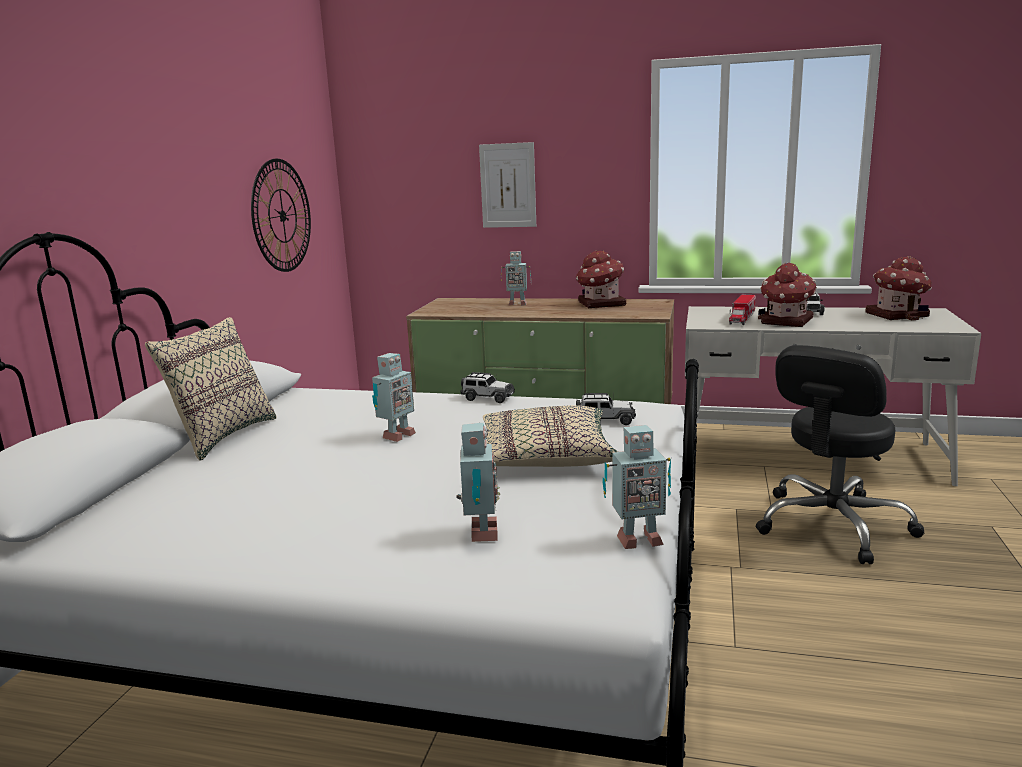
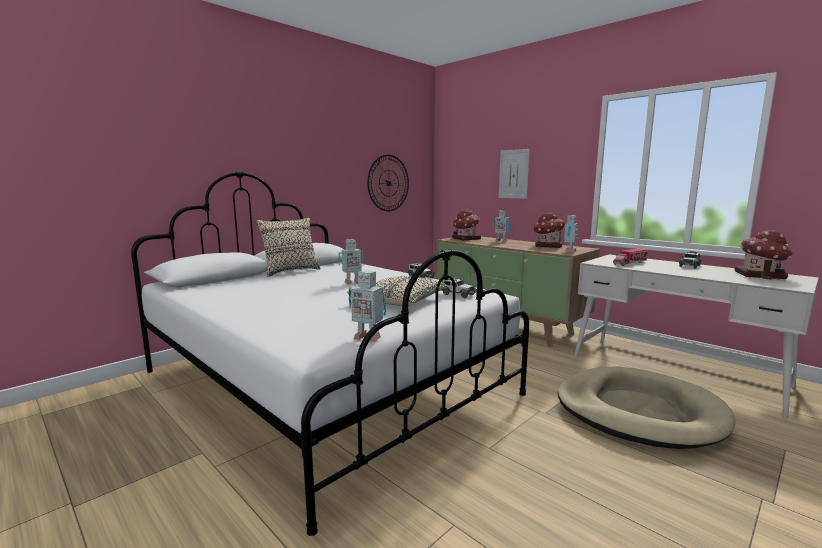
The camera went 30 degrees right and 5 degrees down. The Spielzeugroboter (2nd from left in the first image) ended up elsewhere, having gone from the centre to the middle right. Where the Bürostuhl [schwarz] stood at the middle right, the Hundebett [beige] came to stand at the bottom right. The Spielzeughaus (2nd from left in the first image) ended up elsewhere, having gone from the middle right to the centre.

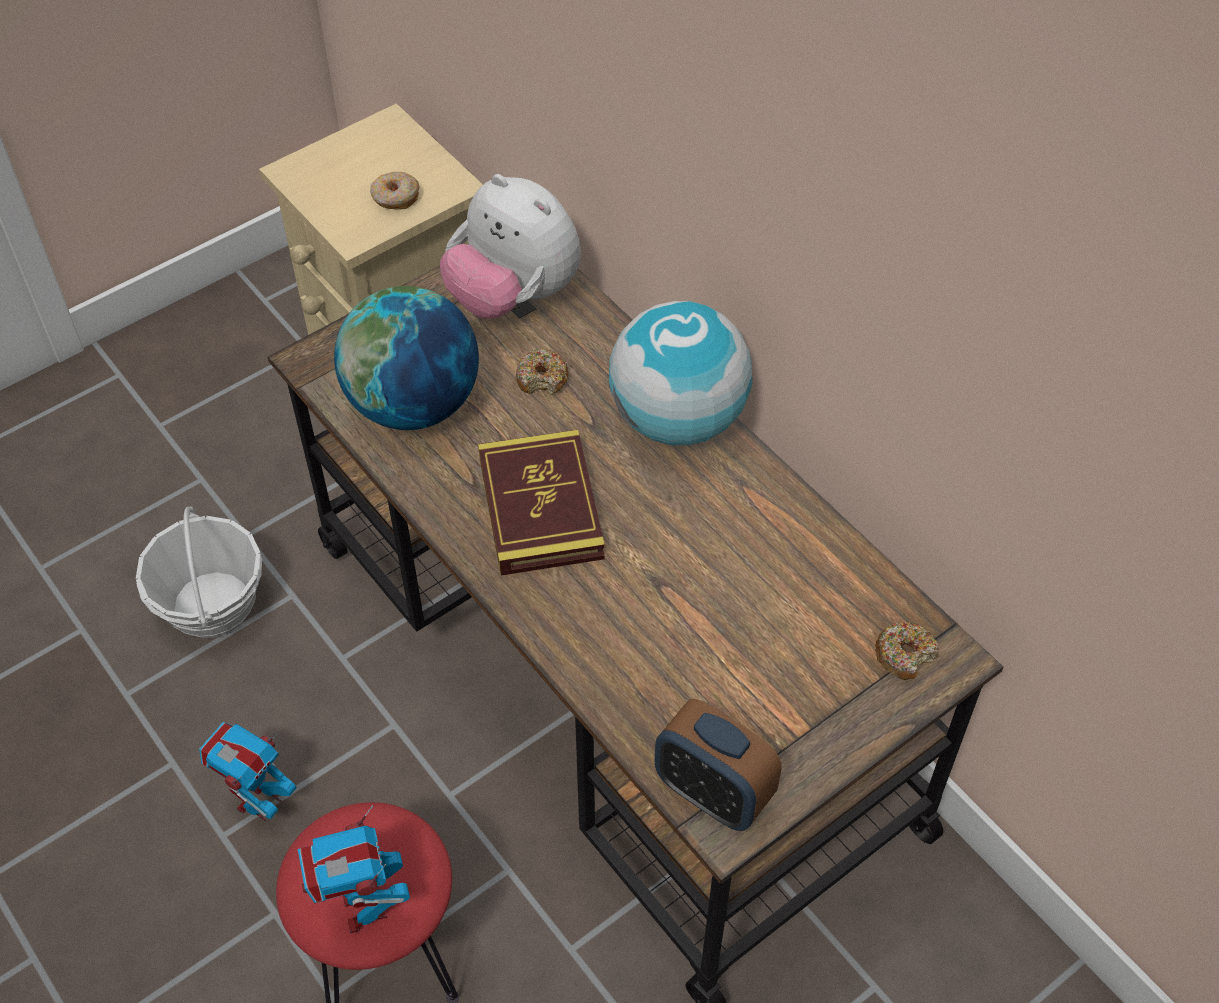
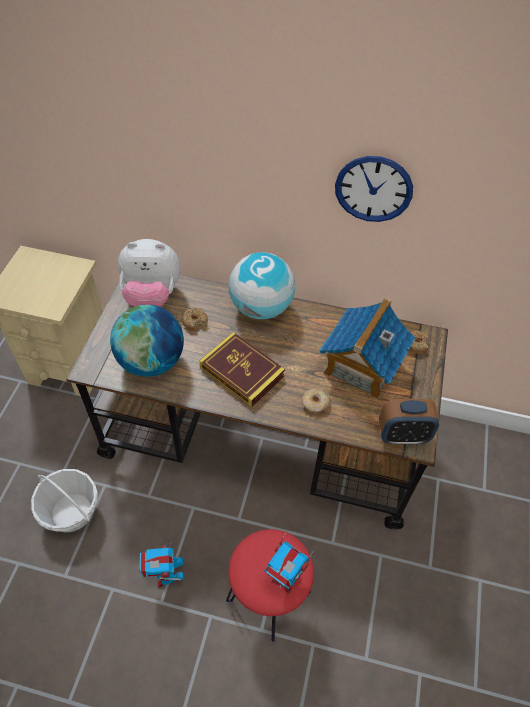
The camera went 40 degrees left and 0 degrees up. The Donut (1st from left in the first image) ended up elsewhere, having gone from the top left to the centre. The second view gained the Spielzeughaus at the middle right. The second view gained the Wanduhr at the top right.

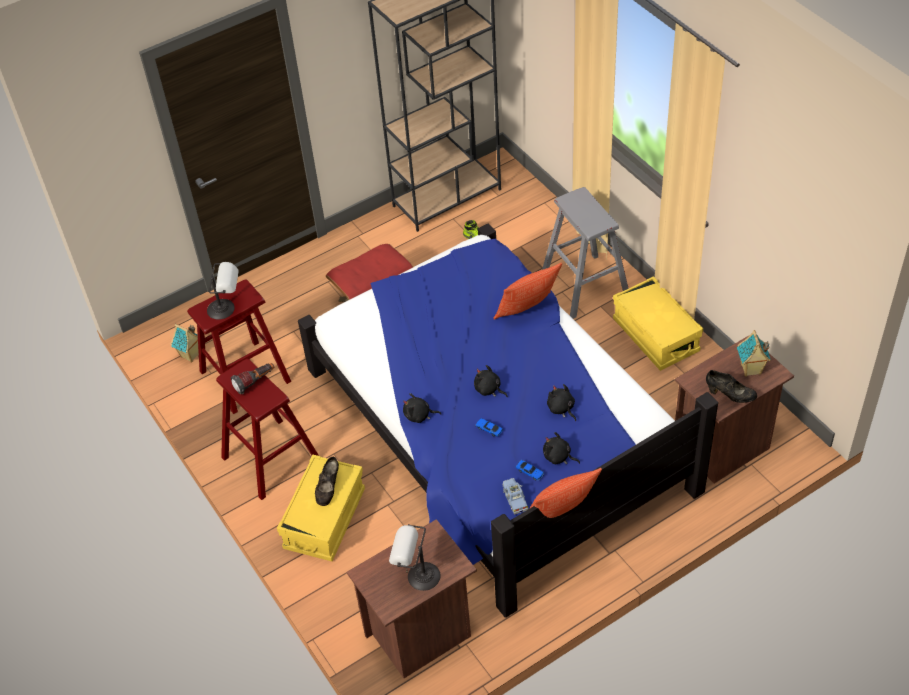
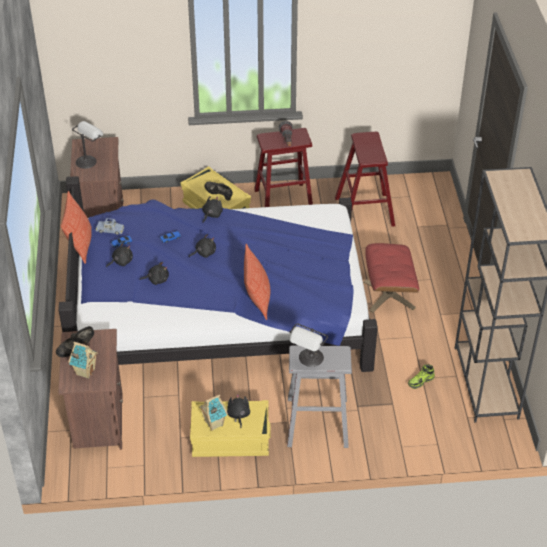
The camera went 115 degrees right and 5 degrees down. The Spielzeughaus (1st from left in the first image) ended up elsewhere, having gone from the middle left to the bottom centre. The Tischlampe (1st from left in the first image) ended up elsewhere, having gone from the middle left to the centre. The second view gained the Plüschtier [schwarz] (5th from left) at the bottom centre.

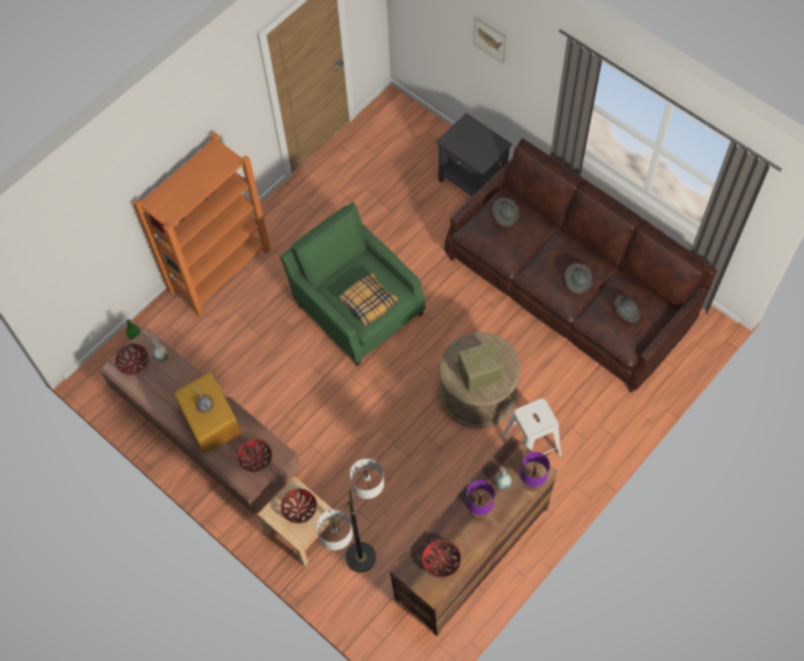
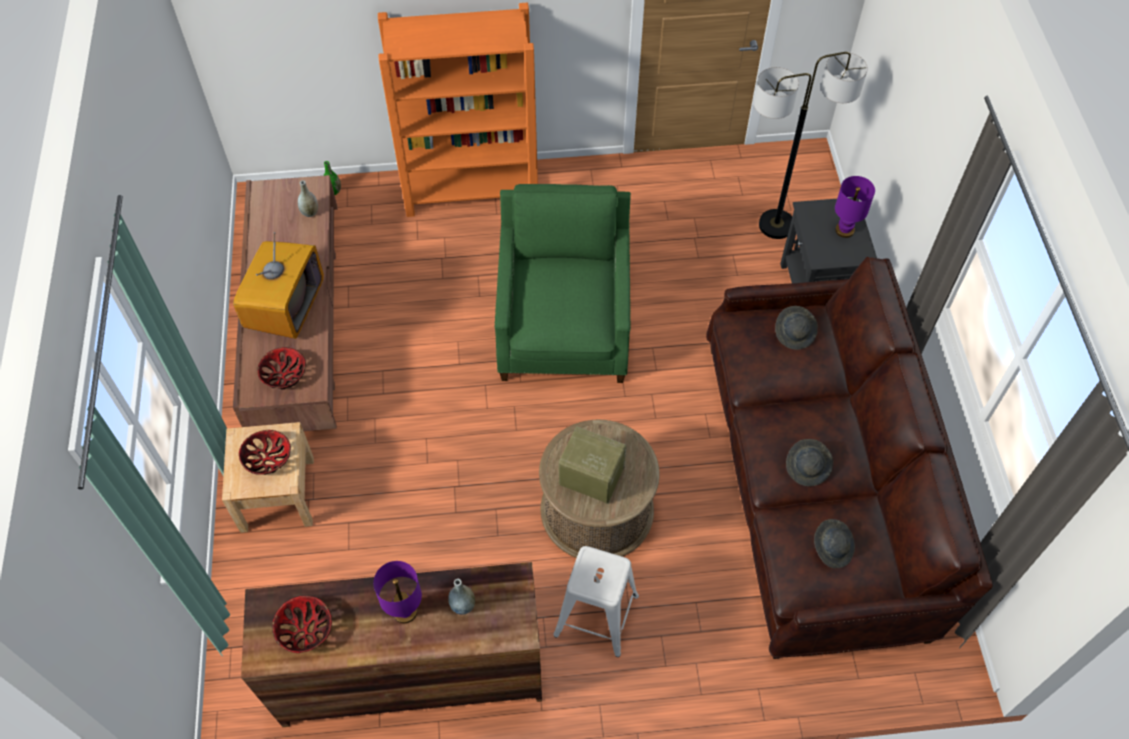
The camera went 40 degrees right and 5 degrees down. The second view lost the Schüssel (1st from left) at the middle left. The Stehlampe ended up elsewhere, having gone from the bottom centre to the top right. The second view lost the Kissen at the centre. The second view lost the Bild at the top centre. The Tischlampe [lila] (2nd from left) ended up elsewhere, having gone from the bottom centre to the top right.

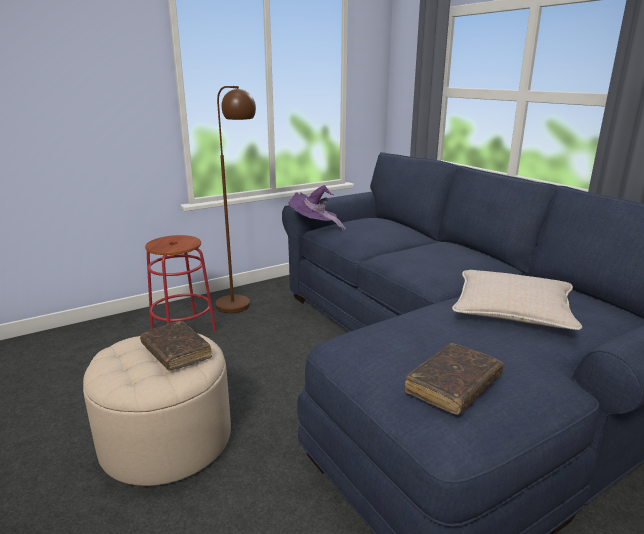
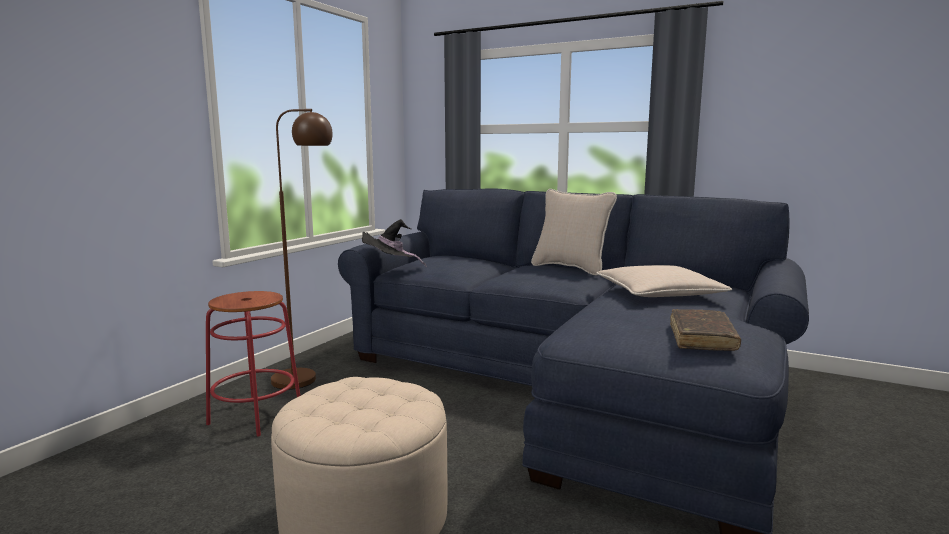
The camera went 30 degrees left and 10 degrees down. The second view lost the Buch [braun] (1st from left) at the middle left. What was the Hut [lila] at the centre turned into the Hut [schwarz] at the centre. The second view gained the Kissen [beige] (1st from left) at the centre.

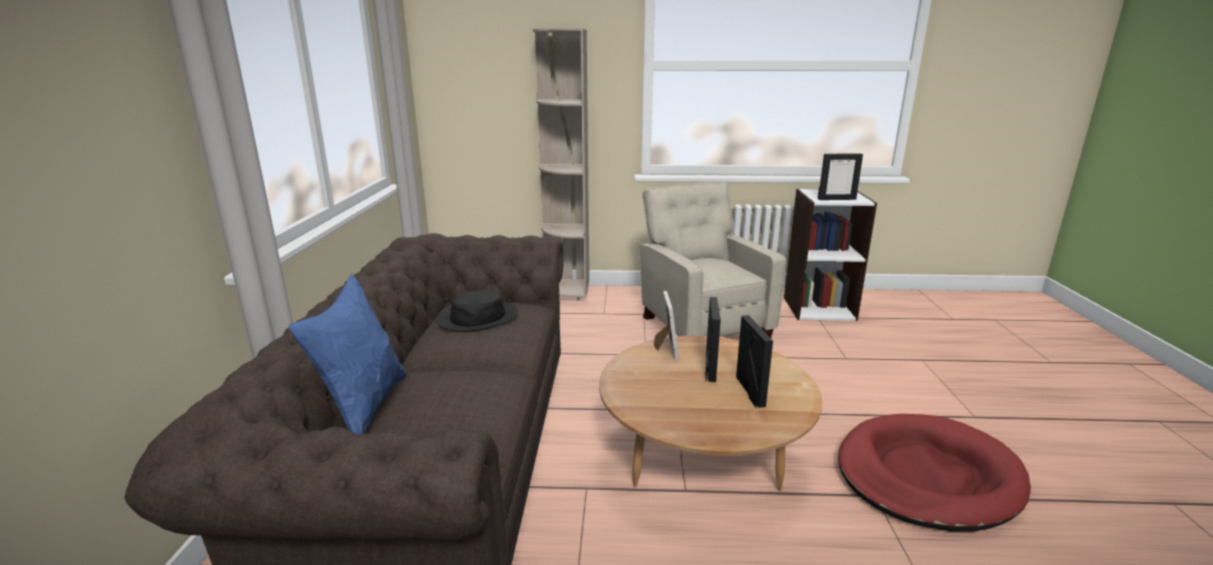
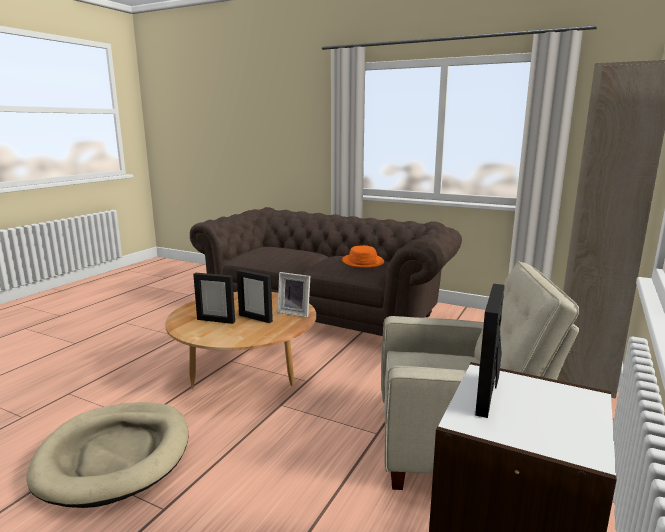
The camera went 115 degrees right and 5 degrees down. The second view lost the Kissen [blau] at the middle left. What was the Hut [schwarz] at the centre turned into the Hut [orange] at the centre. What was the Hundebett [rot] at the bottom right turned into the Hundebett [beige] at the bottom left.

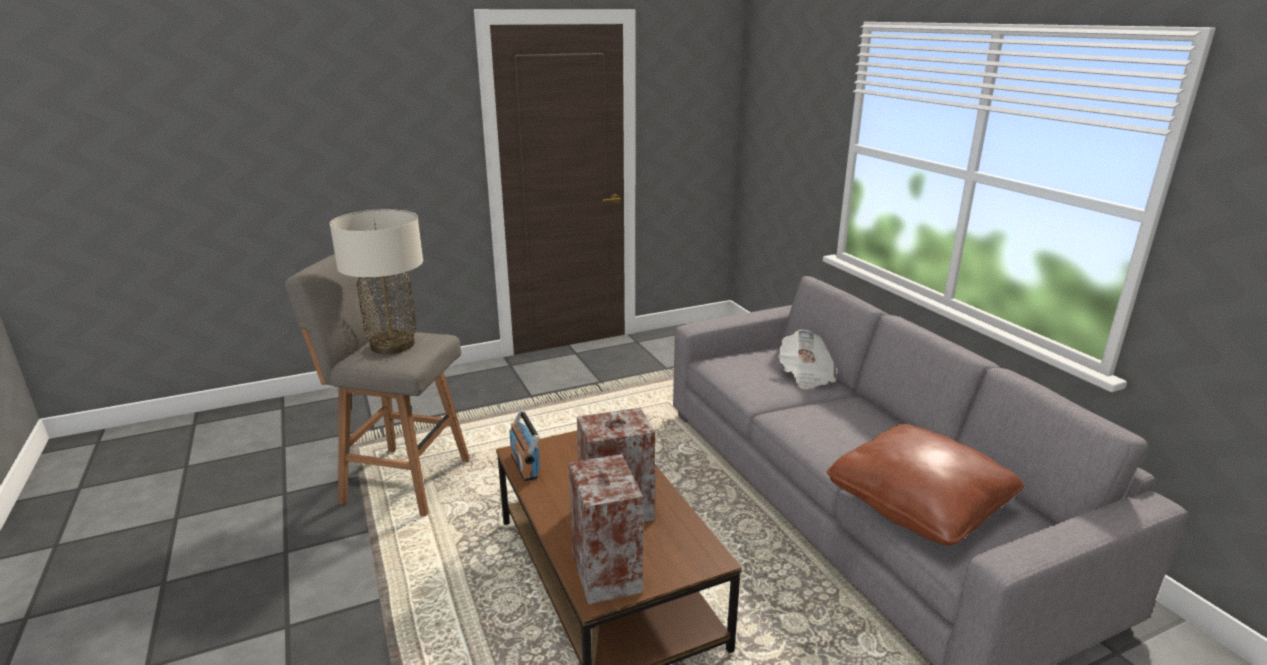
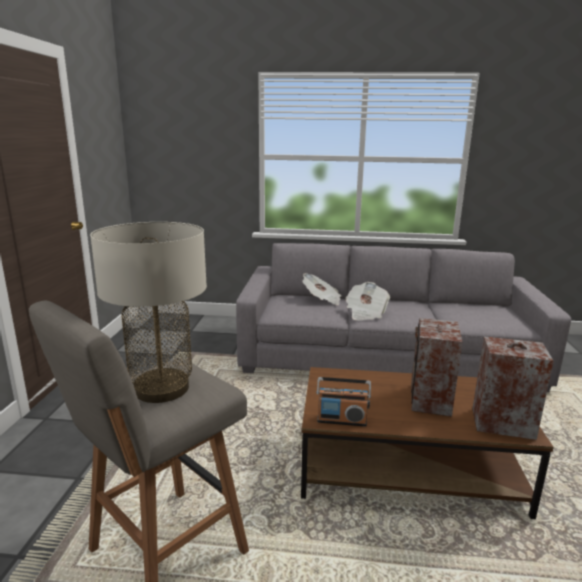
The camera went 60 degrees left and 5 degrees down. The second view lost the Kissen [braun] at the bottom right. The second view gained the Zeitung (2nd from left) at the centre.

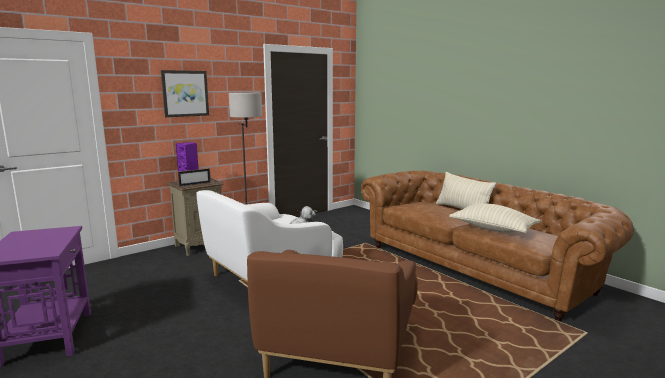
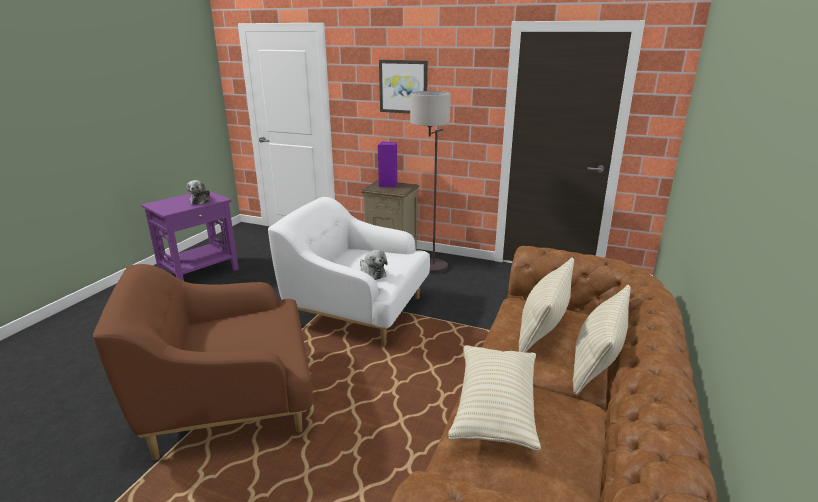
The camera went 60 degrees right and 10 degrees up. The second view lost the Bilderrahmen at the middle left. The second view gained the Plüschtier (1st from left) at the middle left. The second view gained the Kissen [beige] (2nd from left) at the middle right.

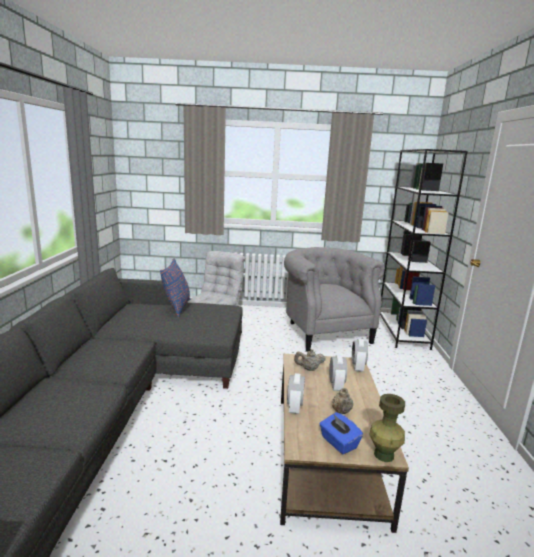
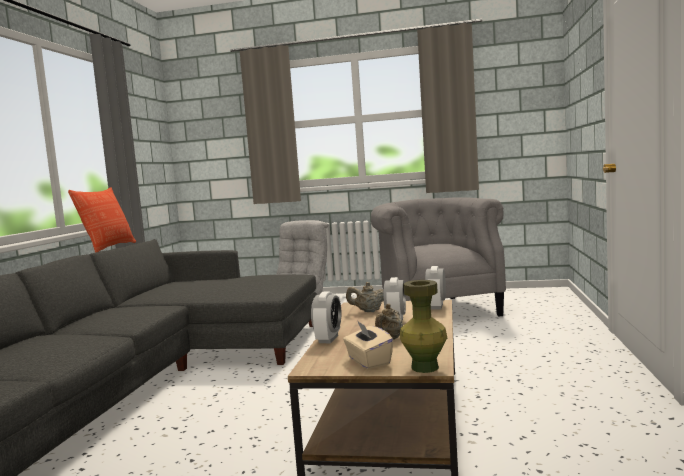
The camera went 10 degrees right and 10 degrees down. The second view lost the Kissen [blau] at the middle left. What was the Taschentuchbox [blau] at the bottom centre turned into the Taschentuchbox [beige] at the bottom centre. The second view lost the Bücherregal [weiß] at the middle right. The second view gained the Kissen [orange] at the middle left.

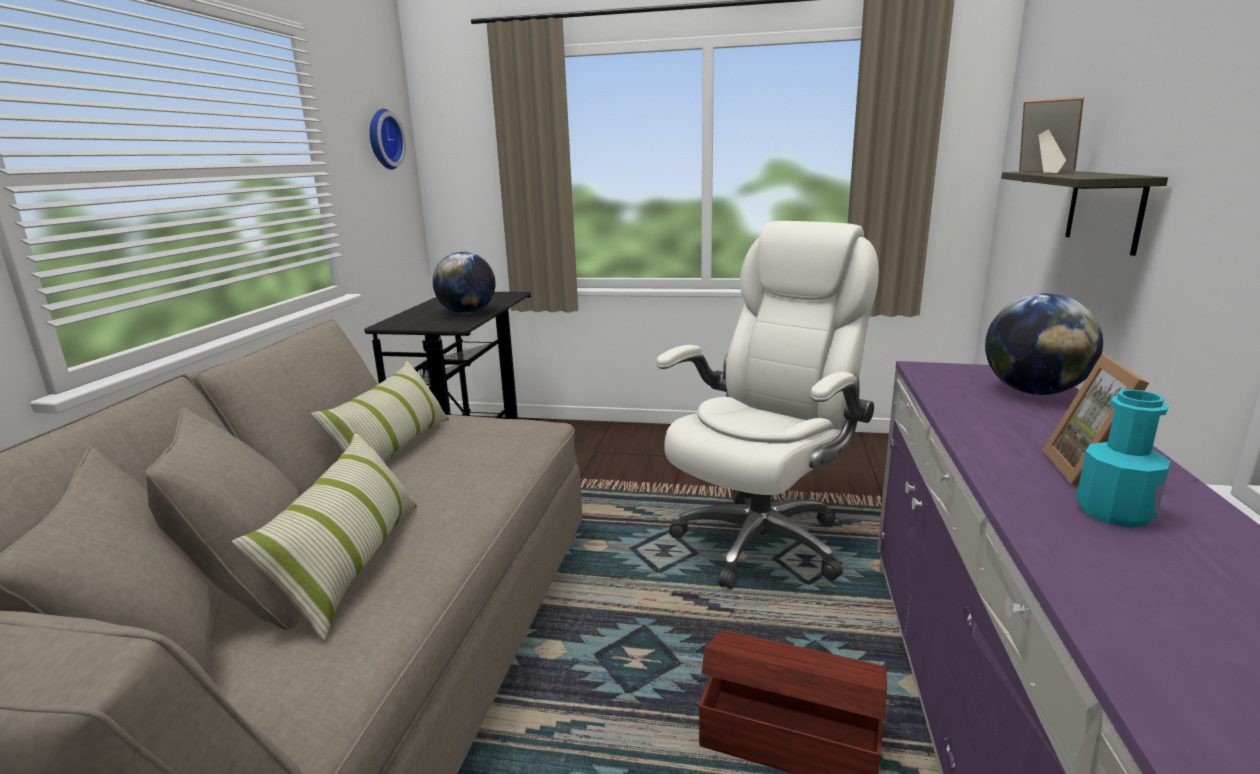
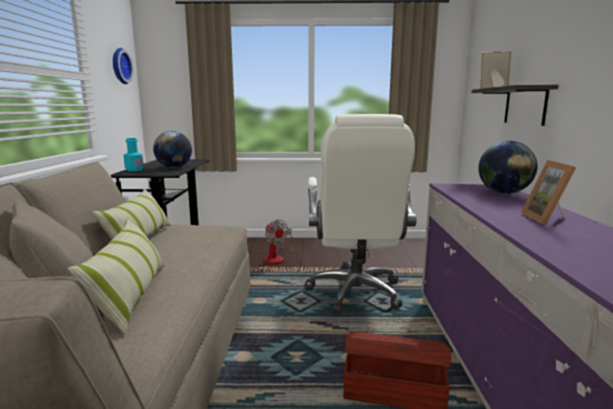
The camera went 10 degrees left and 5 degrees down. The Bürostuhl [weiß] at the centre ended up facing another way, 150 degrees clockwise from before. The Flasche [türkis] ended up elsewhere, having gone from the middle right to the middle left. The second view gained the Ventilator at the centre.

